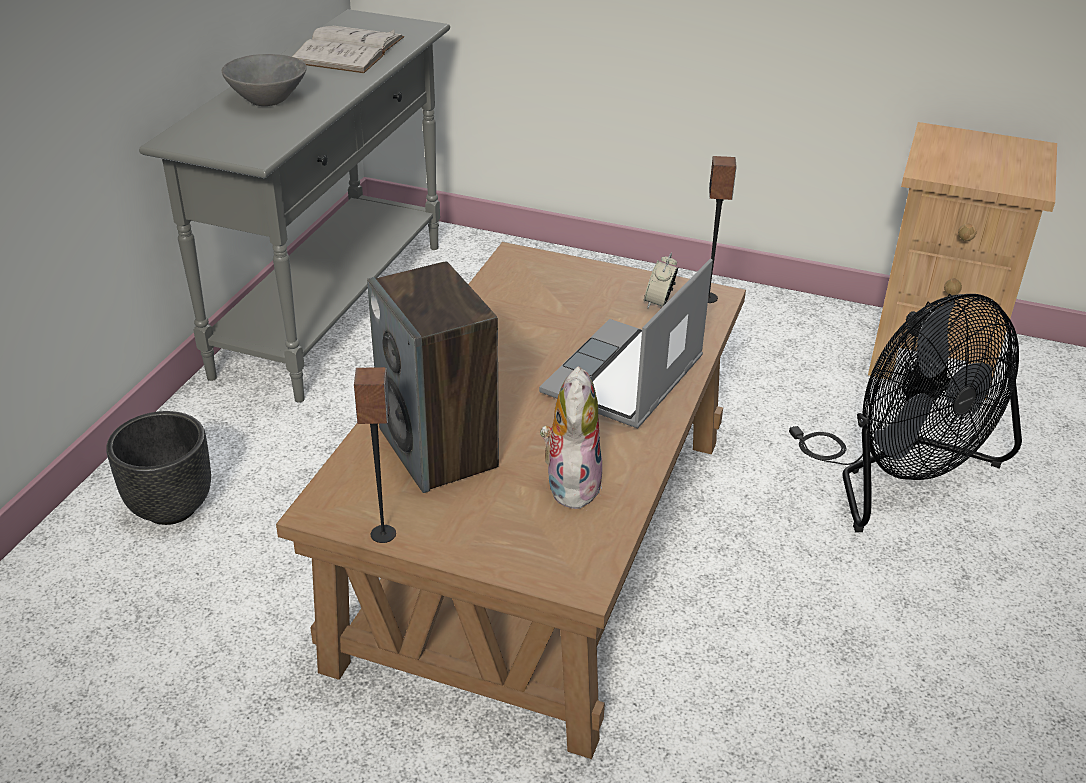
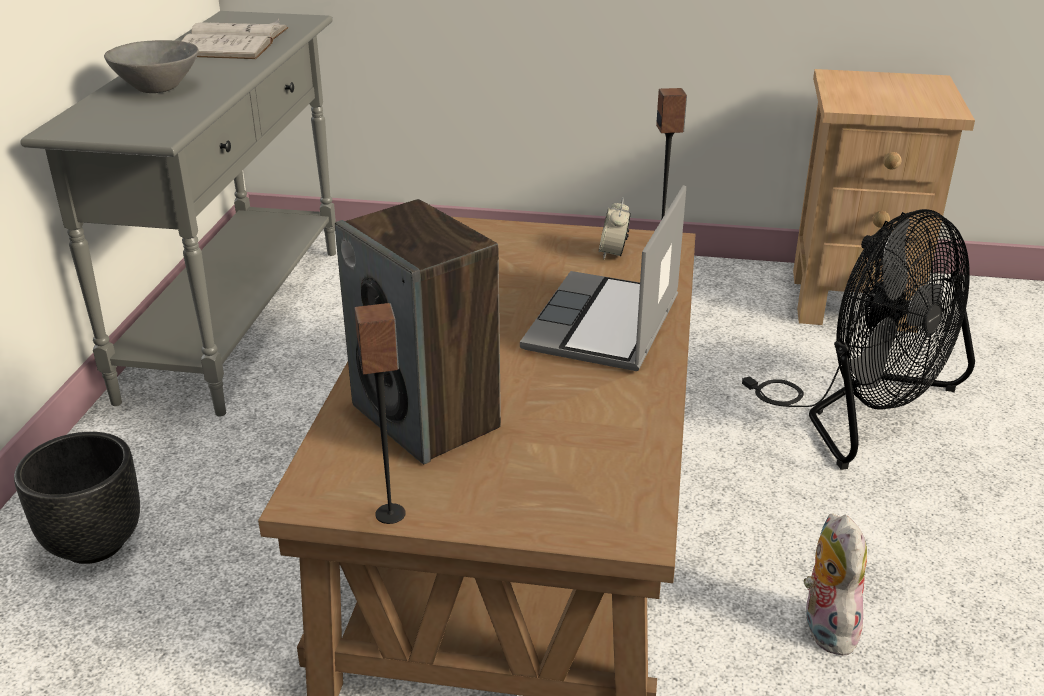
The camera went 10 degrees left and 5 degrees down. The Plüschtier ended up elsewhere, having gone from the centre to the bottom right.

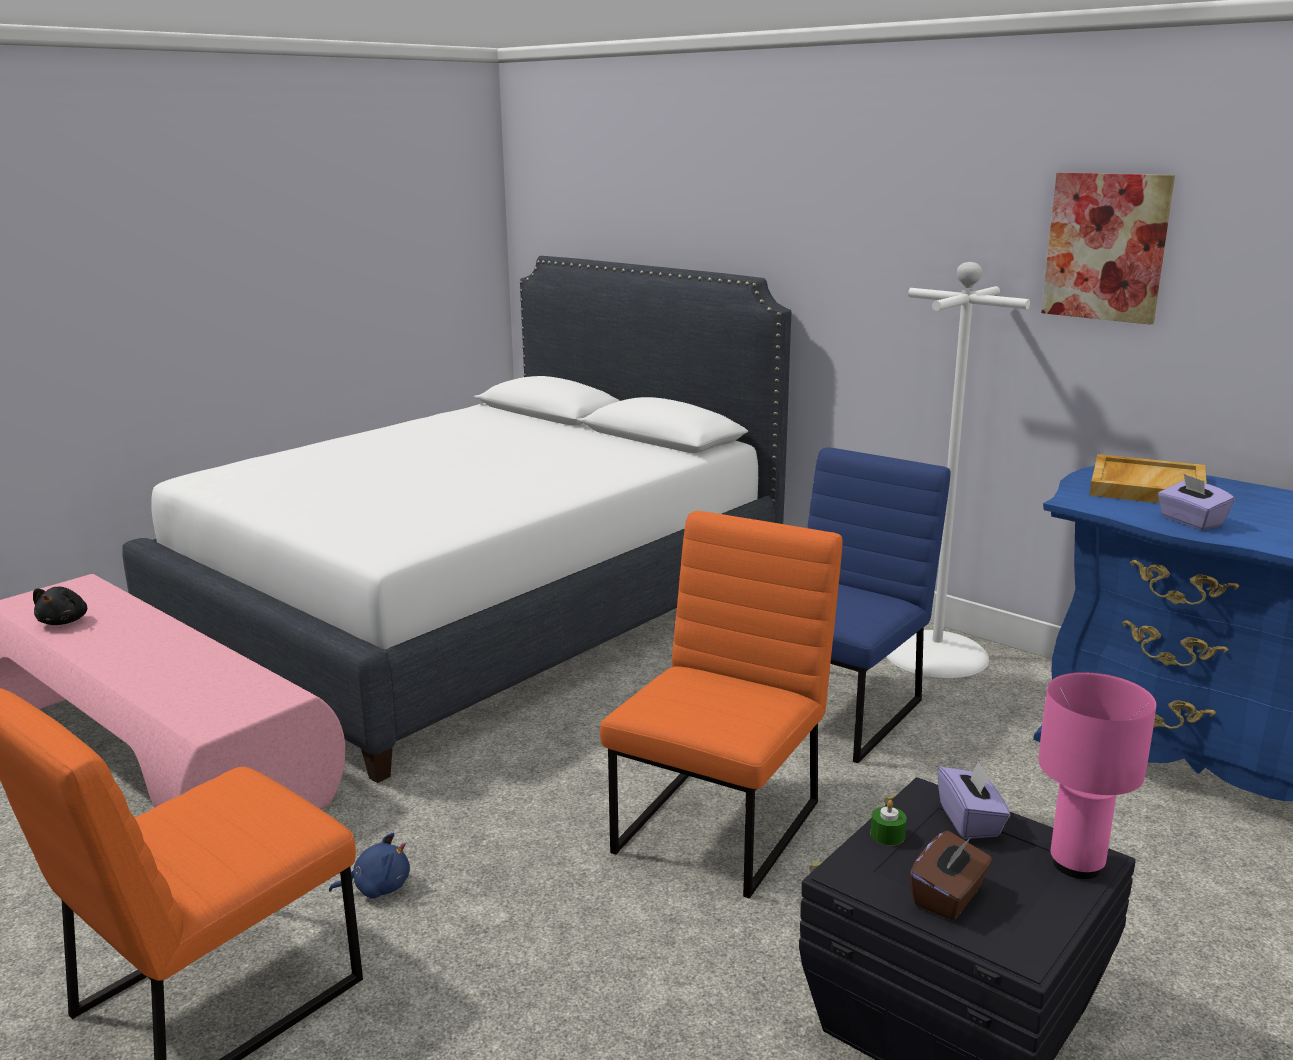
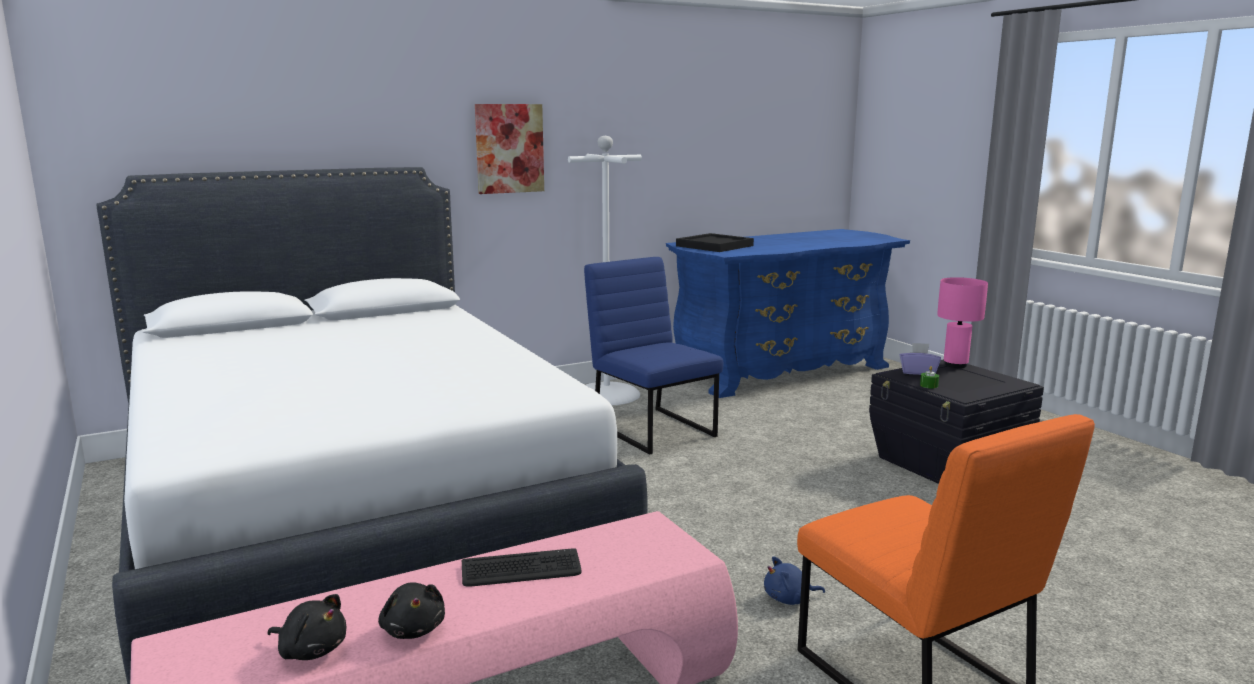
The camera went 70 degrees left and 5 degrees down. The Plüschtier [blau] at the bottom left ended up facing another way, 105 degrees counterclockwise from before. The second view lost the Stuhl [orange] (2nd from left) at the centre. The second view lost the Taschentuchbox [braun] at the bottom right. The Bild ended up elsewhere, having gone from the top right to the top centre. What was the Tablett [beige] at the middle right turned into the Tablett [schwarz] at the centre. The second view lost the Taschentuchbox [lila] (2nd from left) at the middle right. The second view gained the Plüschtier [schwarz] (2nd from left) at the bottom left. The second view gained the Tastatur at the bottom centre.

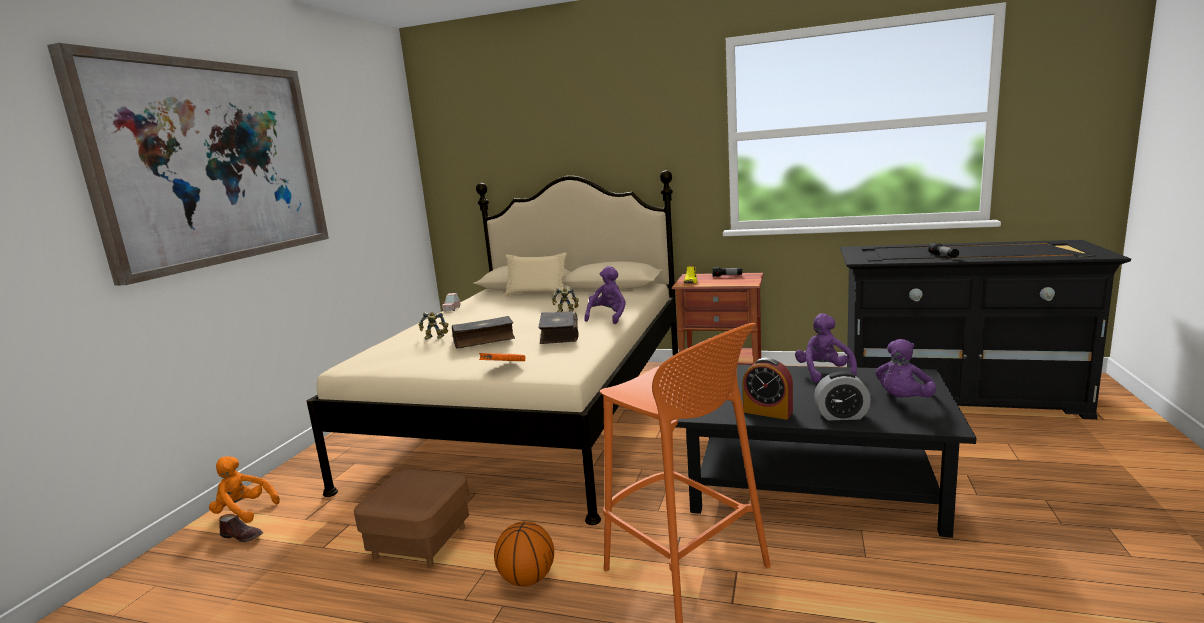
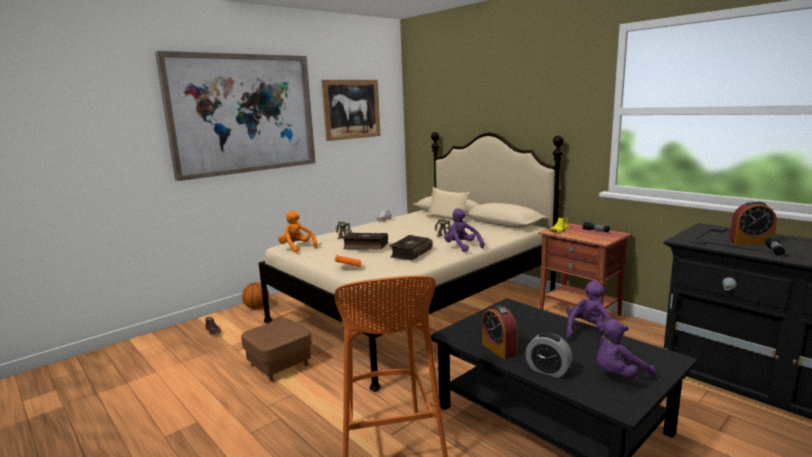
The camera went 30 degrees right and 0 degrees up. The Plüschtier [orange] ended up elsewhere, having gone from the bottom left to the centre. The Basketball ended up elsewhere, having gone from the bottom centre to the middle left. The Plüschtier [lila] (1st from left) at the centre ended up facing another way, 90 degrees counterclockwise from before. The second view gained the Bild (2nd from left) at the top centre. The second view gained the Wecker (3rd from left) at the middle right.

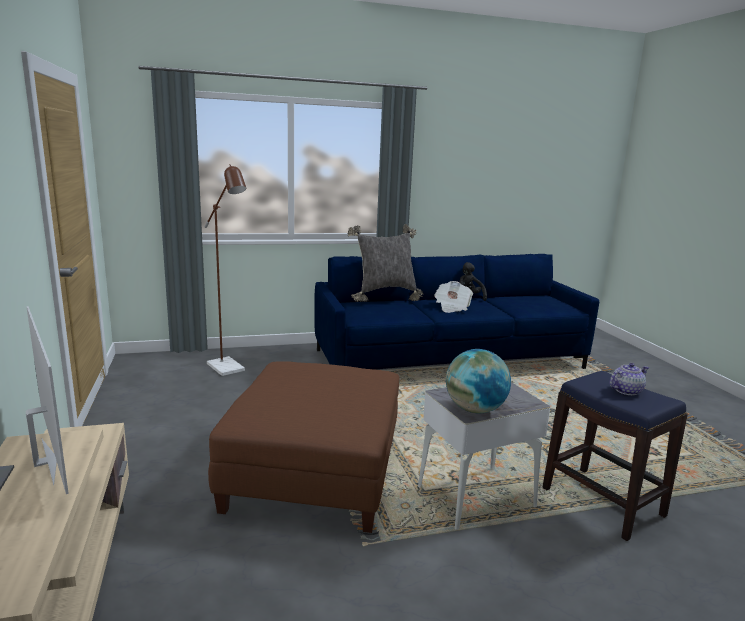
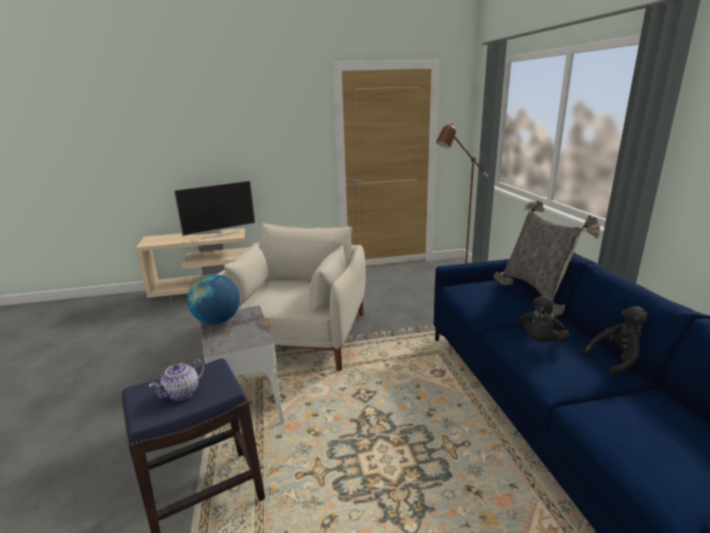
The camera went 95 degrees right and 5 degrees up. Where the Polsterhocker [braun] stood at the bottom centre, the Sessel [beige] came to stand at the centre. Where the Zeitung stood at the centre, the Plüschtier [schwarz] (1st from left) came to stand at the middle right. The Teekanne at the middle right ended up facing another way, 60 degrees clockwise from before.

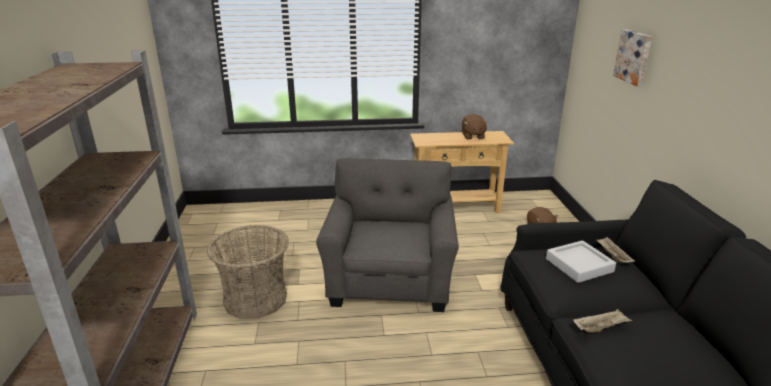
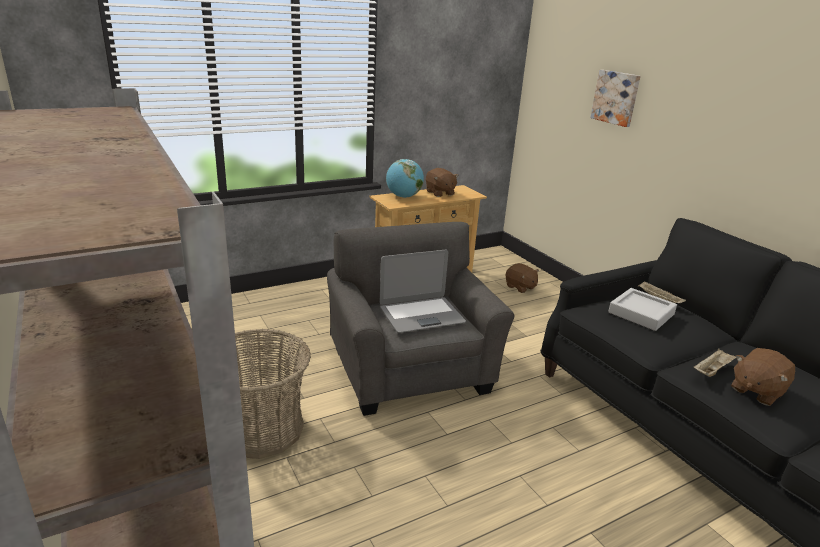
The camera went 25 degrees left and 0 degrees up. The second view gained the Laptop at the centre. The second view gained the Globus at the top centre. The second view gained the Plüschtier [braun] (3rd from left) at the bottom right.

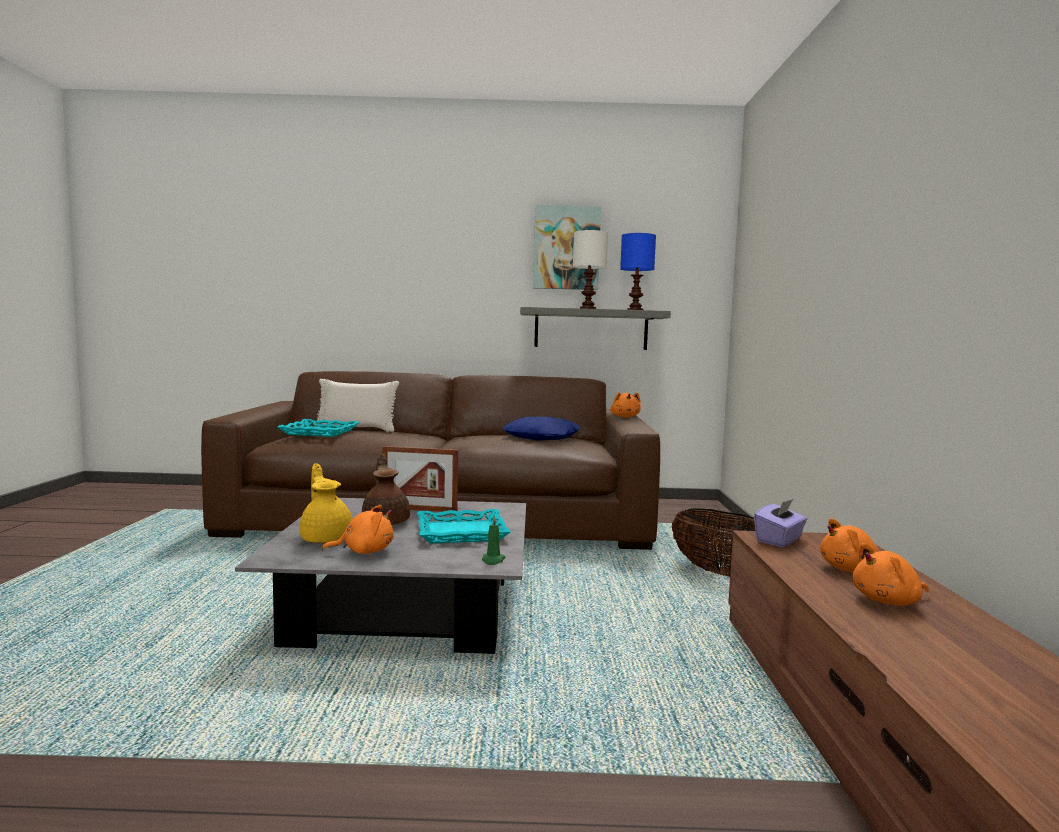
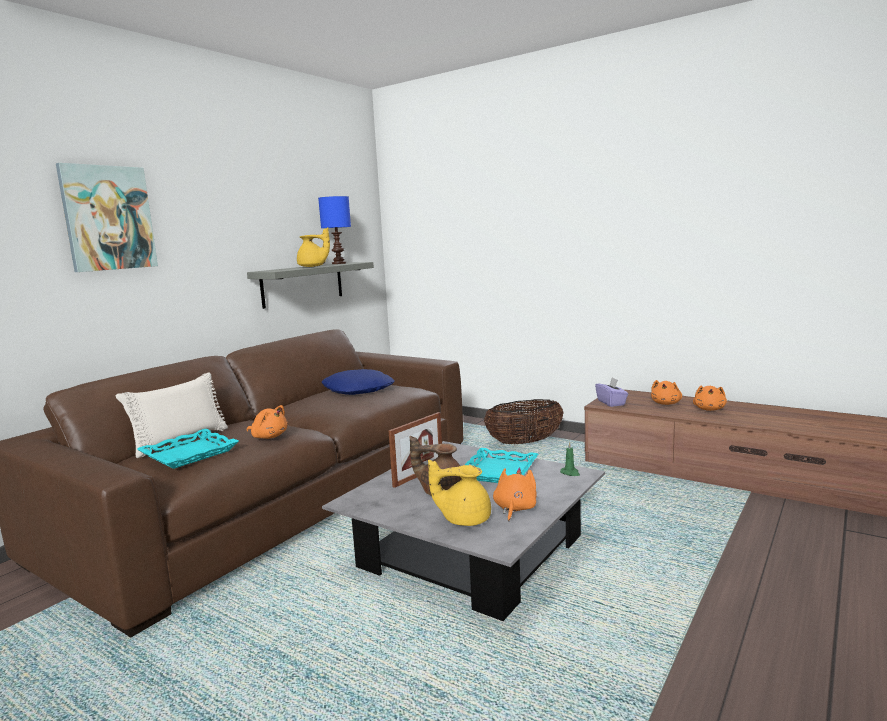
The camera went 55 degrees left and 5 degrees up. The Bild ended up elsewhere, having gone from the top centre to the top left. Where the Tischlampe [weiß] stood at the top centre, the Teekanne [gelb] (1st from left) came to stand at the centre. The Plüschtier [orange] (2nd from left in the first image) ended up elsewhere, having gone from the centre to the middle left.

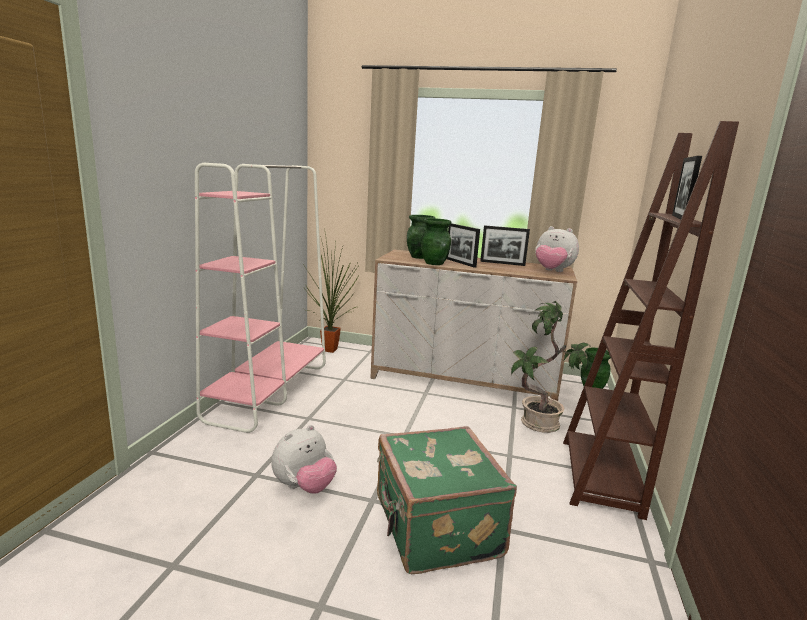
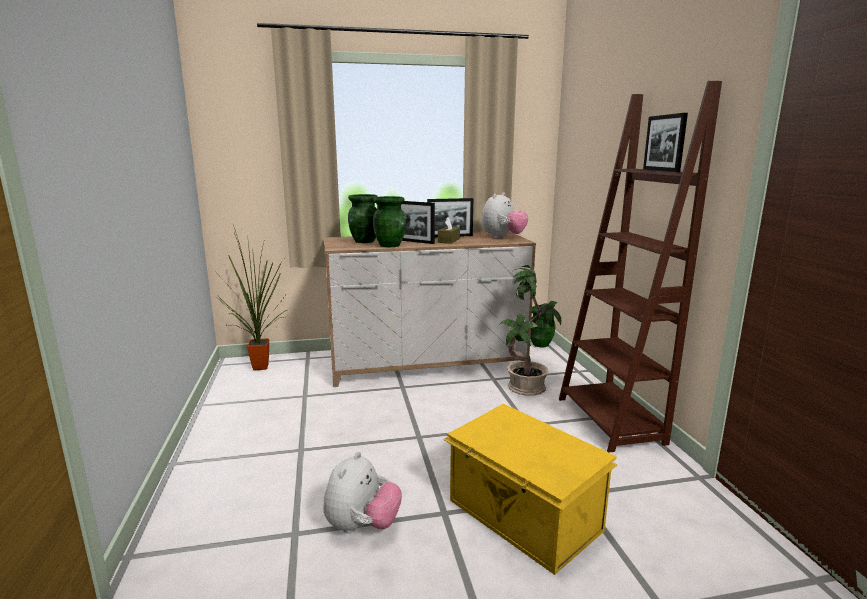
The camera went 25 degrees left and 0 degrees up. The second view lost the Kleiderständer [rosa] at the middle left. Where the Koffer [grün] stood at the bottom centre, the Aufbewahrungsbox [gelb] came to stand at the bottom centre. The Plüschtier (2nd from left) at the middle right ended up facing another way, 60 degrees counterclockwise from before. The second view gained the Taschentuchbox [braun] at the centre.

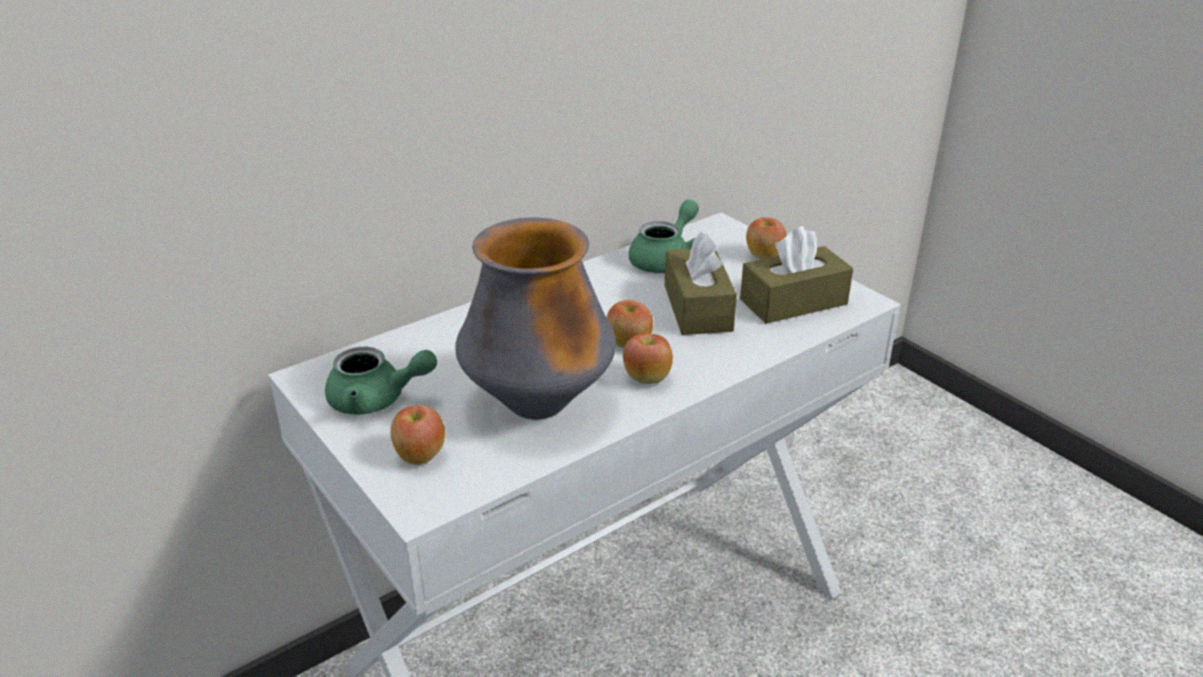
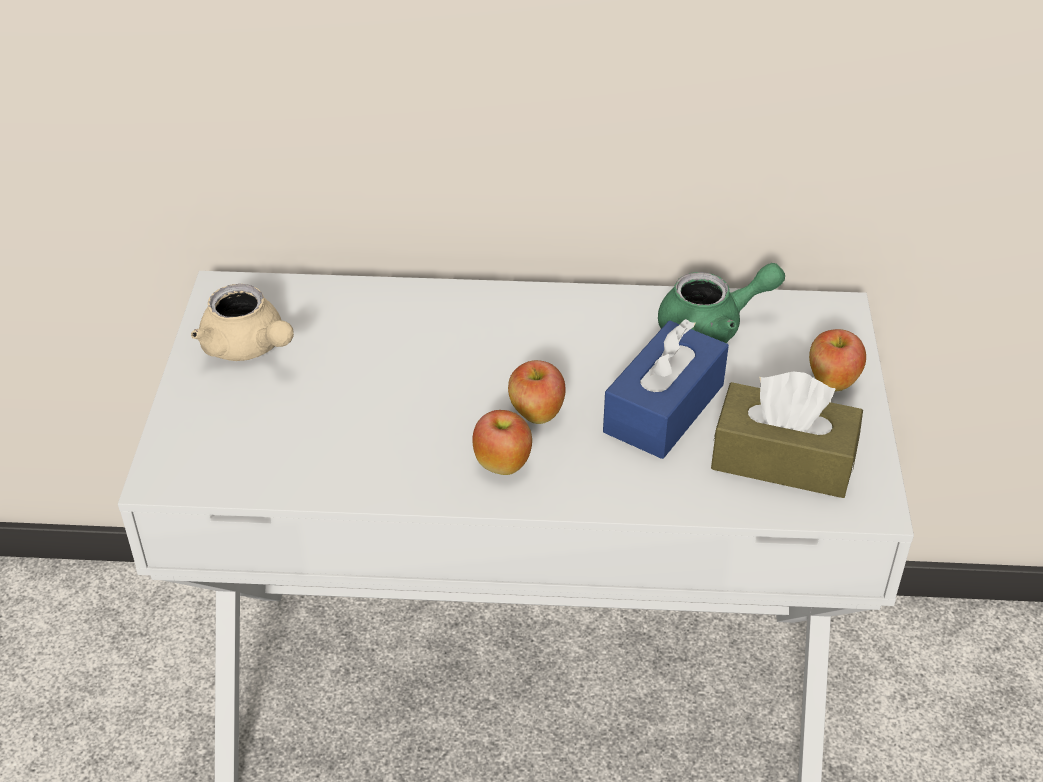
The camera went 40 degrees right and 10 degrees up. What was the Teekanne [grün] (1st from left) at the middle left turned into the Teekanne [beige] at the middle left. The second view lost the Apfel (1st from left) at the centre. The second view lost the Vase at the centre. What was the Taschentuchbox [braun] (1st from left) at the centre turned into the Taschentuchbox [blau] at the centre.

